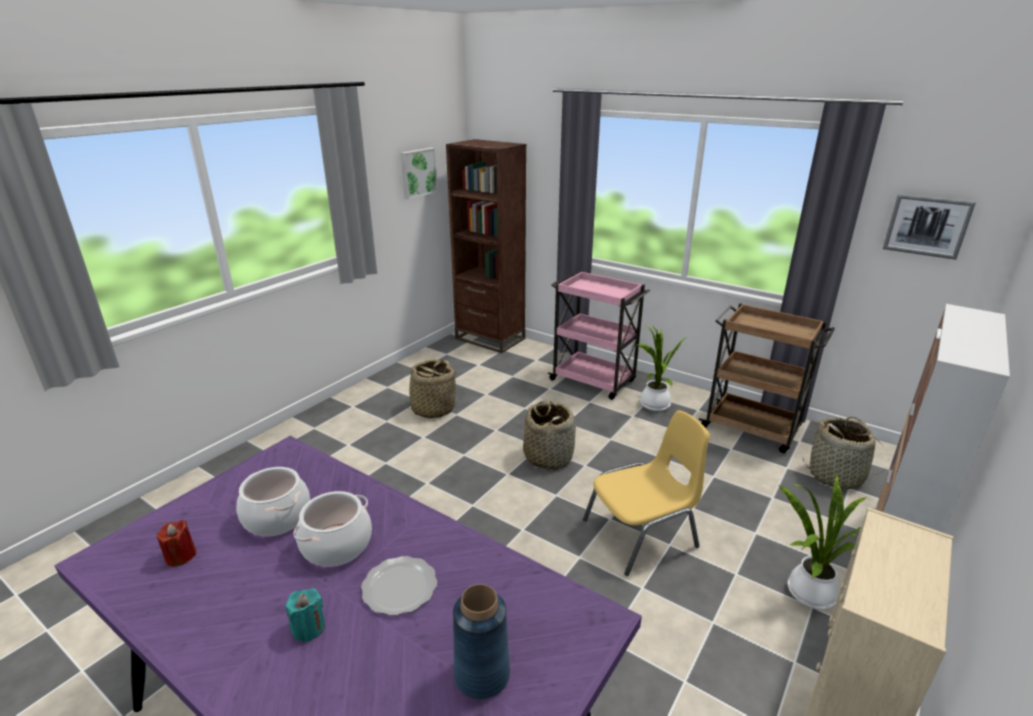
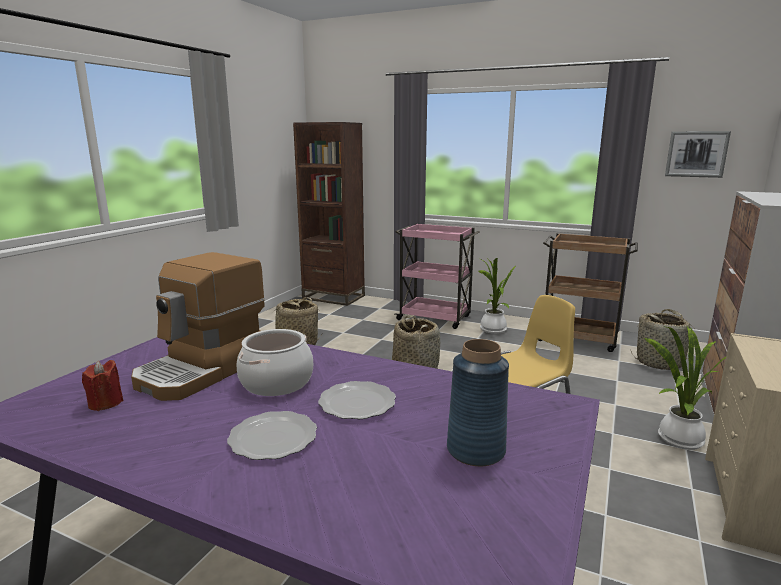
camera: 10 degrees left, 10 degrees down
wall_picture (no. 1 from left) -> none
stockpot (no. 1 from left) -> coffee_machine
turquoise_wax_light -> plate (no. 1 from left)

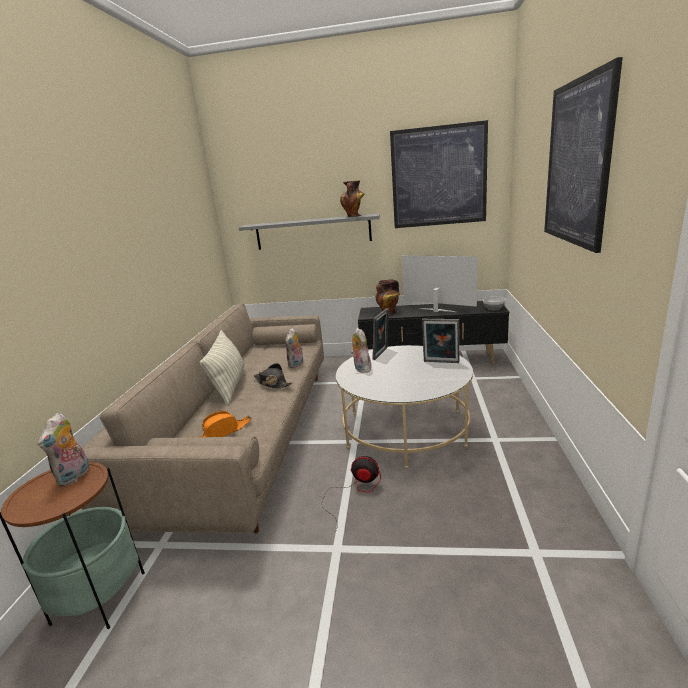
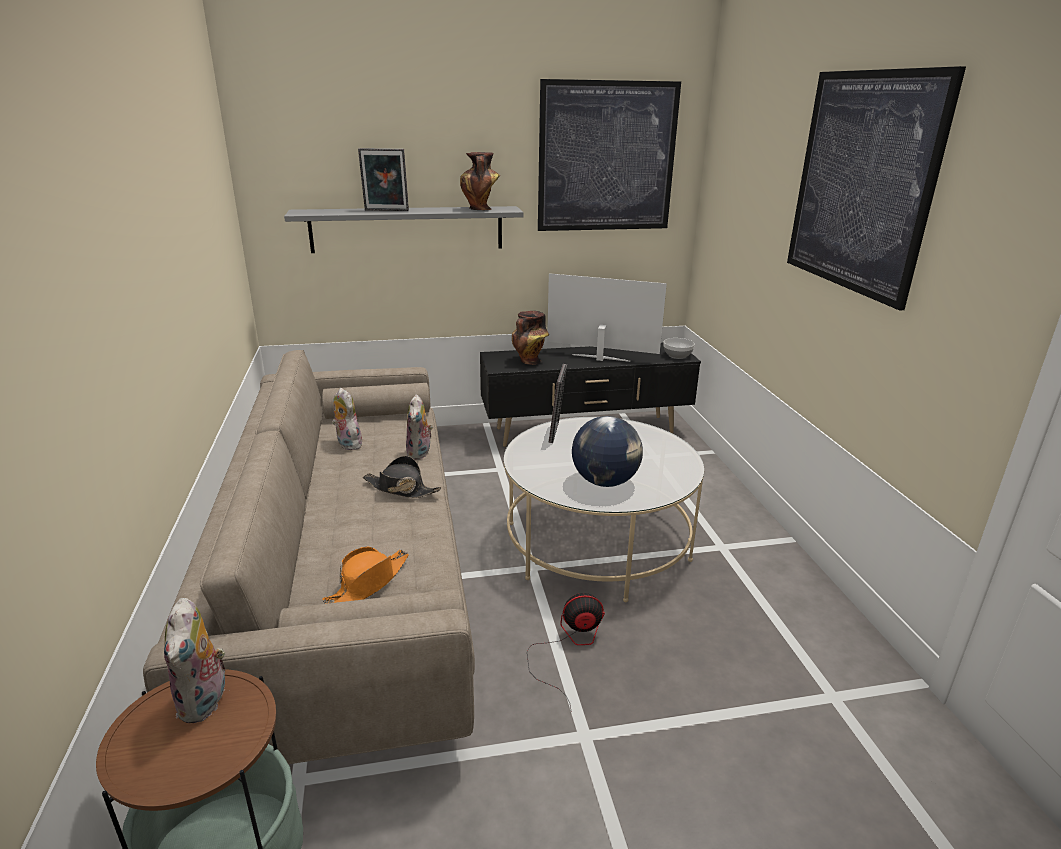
camera: 20 degrees left, 5 degrees up
cushion -> none
none -> globe
soft_toy (no. 3 from left in the first image) -> soft_toy (no. 2 from left), shifted
photo_frame (no. 2 from left in the first image) -> photo_frame (no. 1 from left), shifted

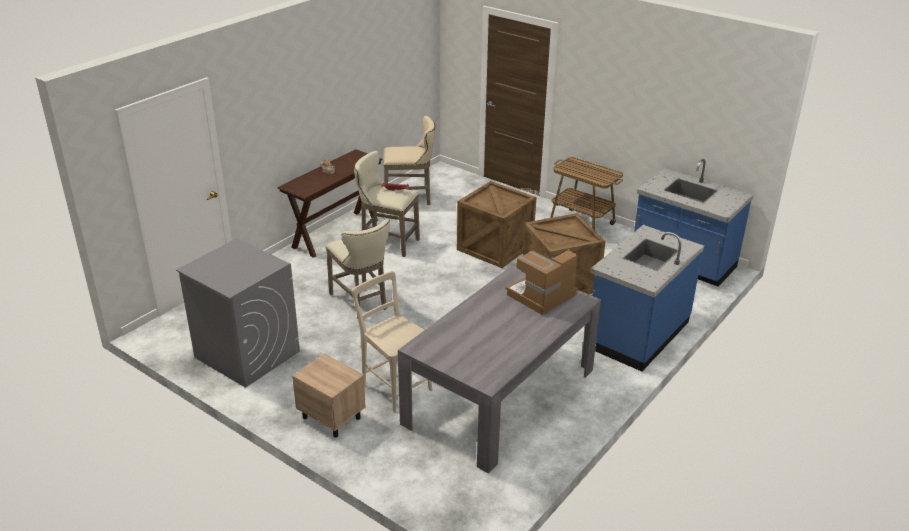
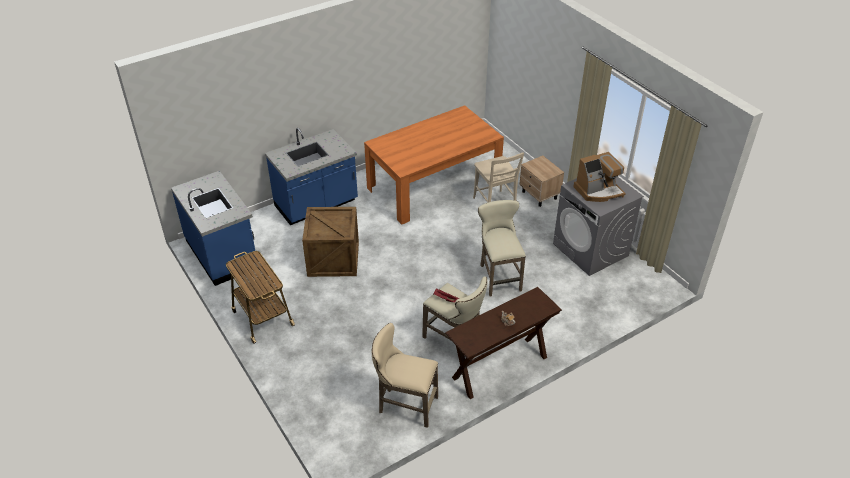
camera: 160 degrees left, 10 degrees up
crate (no. 1 from left) -> none
coffee_machine, shifted
gray_dining_table -> orange-coloured_dining_table

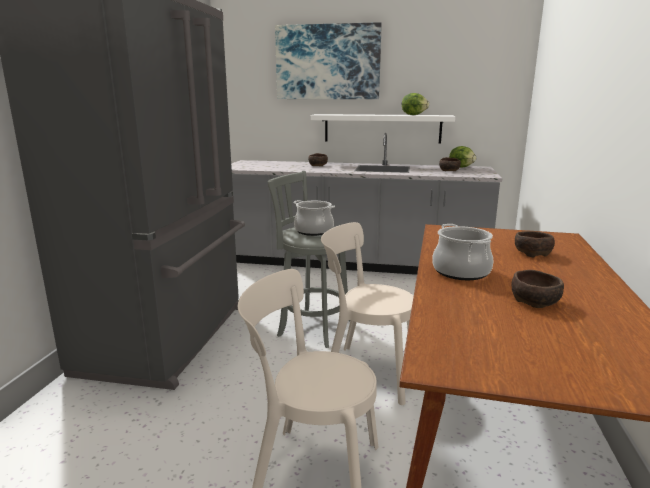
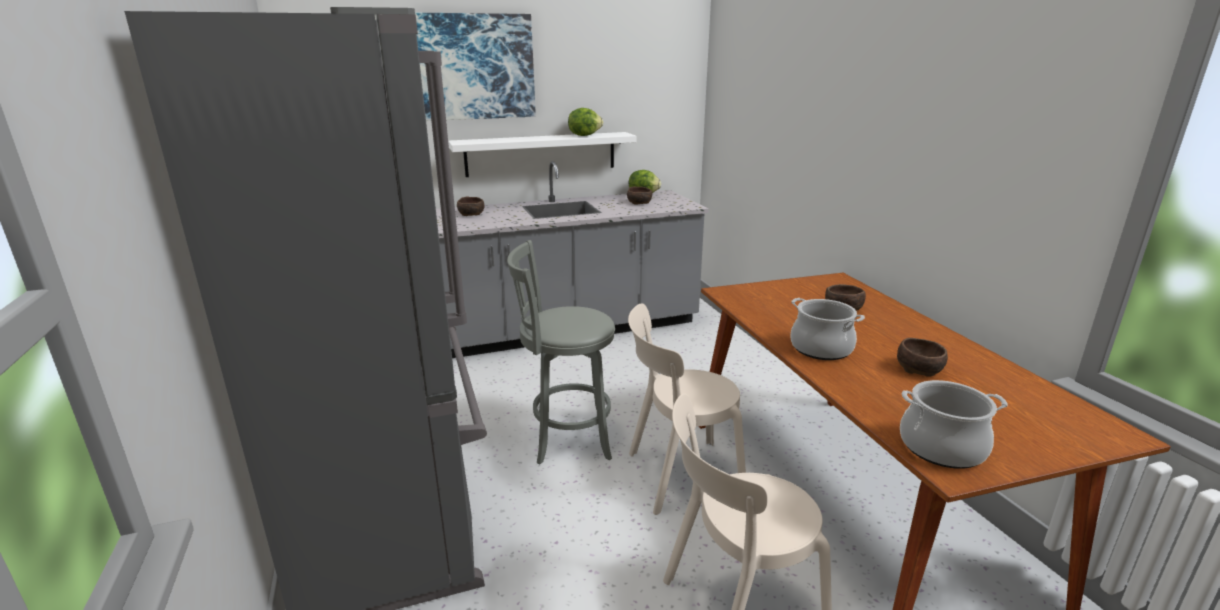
camera: 30 degrees left, 5 degrees up
stockpot (no. 1 from left in the first image) -> stockpot (no. 2 from left), shifted

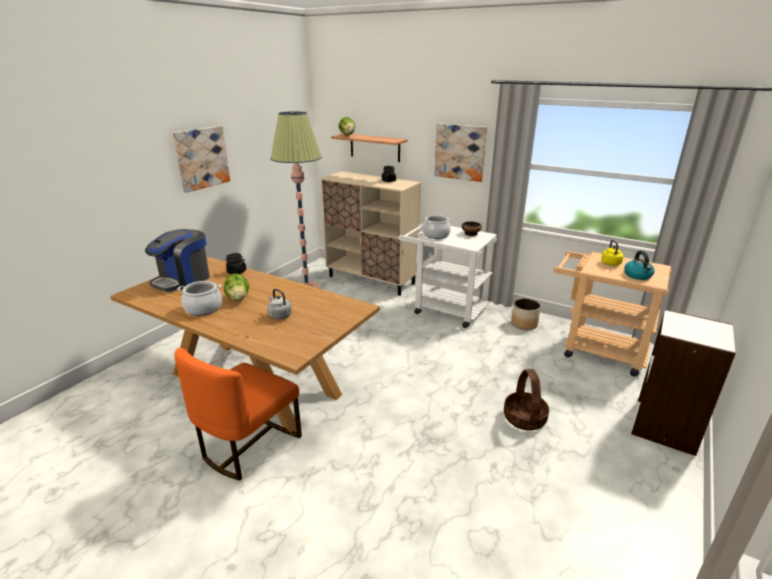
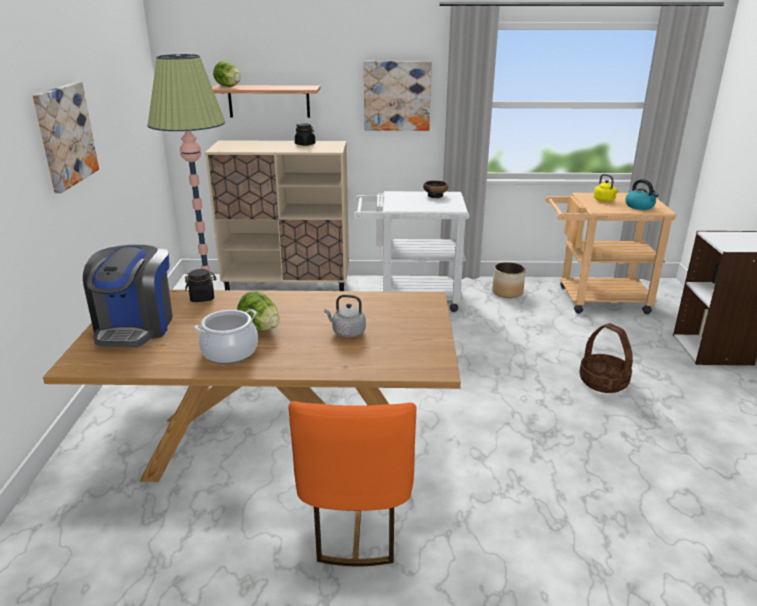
camera: 30 degrees left, 0 degrees up
stockpot (no. 2 from left) -> none

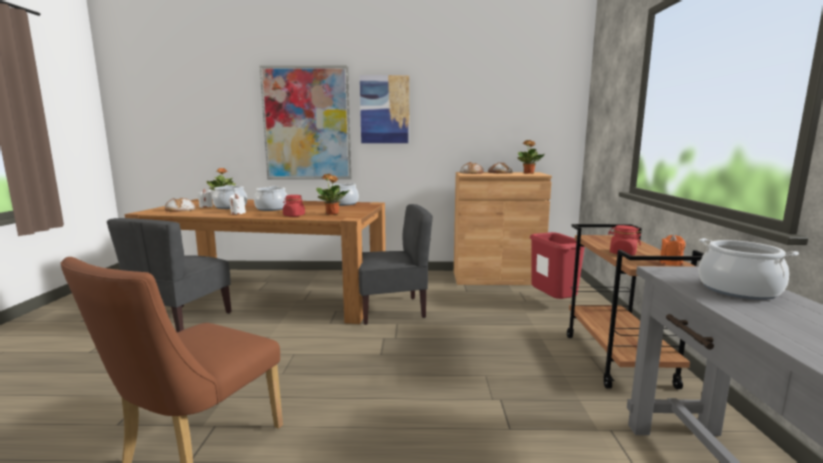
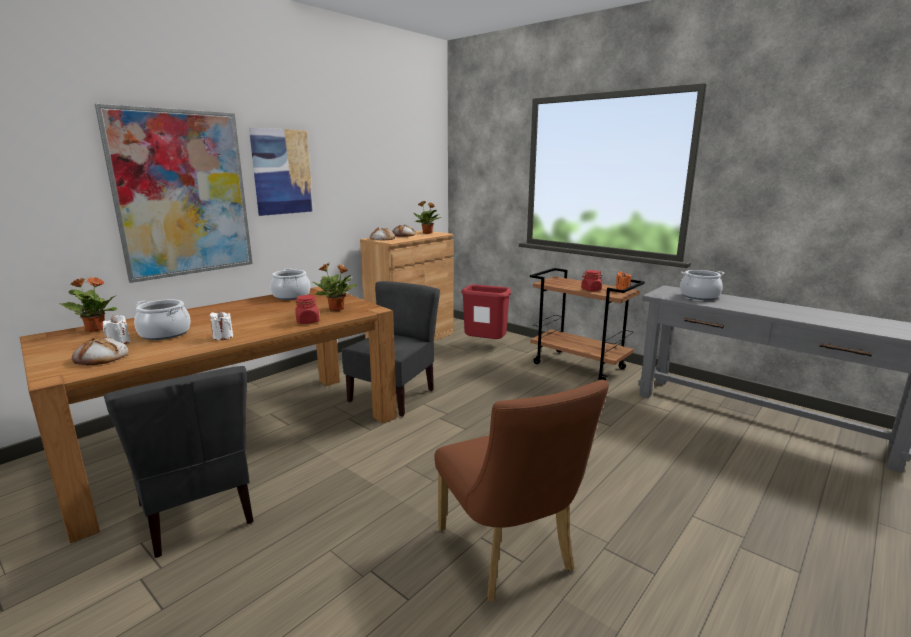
camera: 50 degrees left, 5 degrees up
stockpot (no. 2 from left) -> none

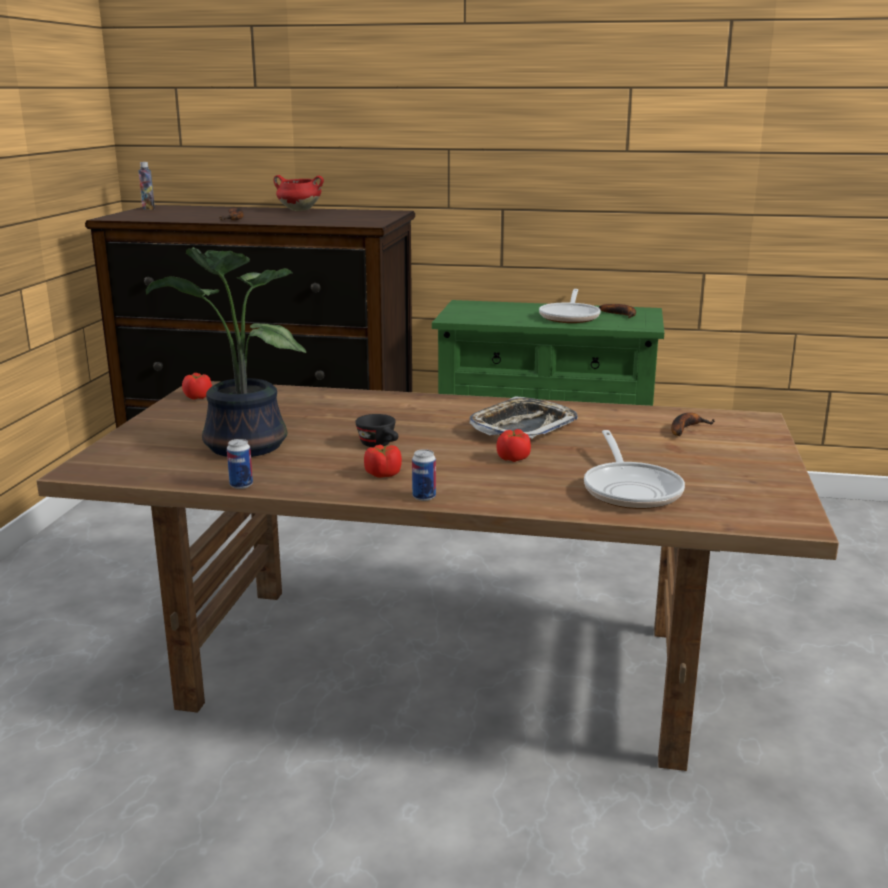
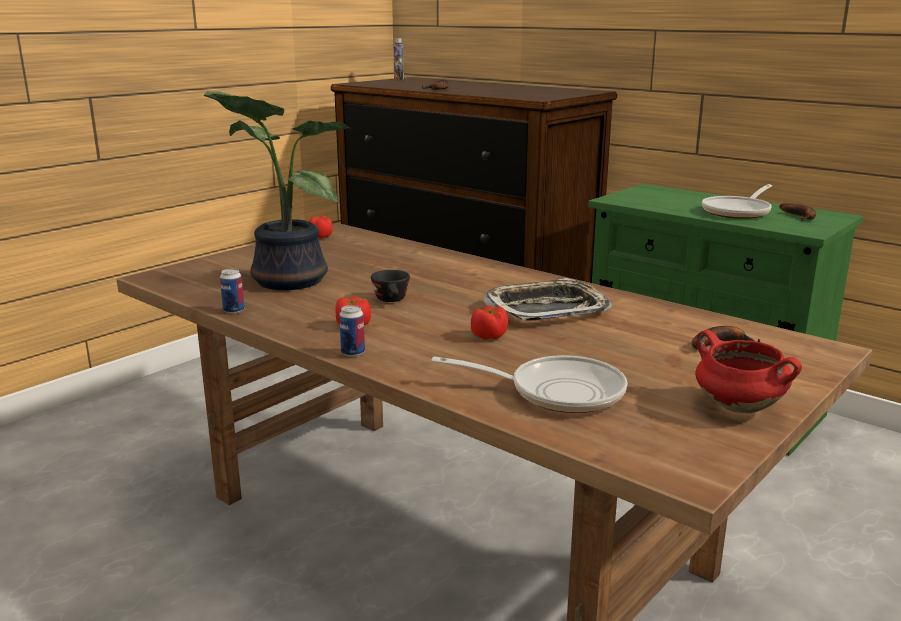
camera: 30 degrees right, 0 degrees up
red_stockpot, shifted
skillet (no. 2 from left in the first image) -> skillet (no. 1 from left), 105 degrees counterclockwise

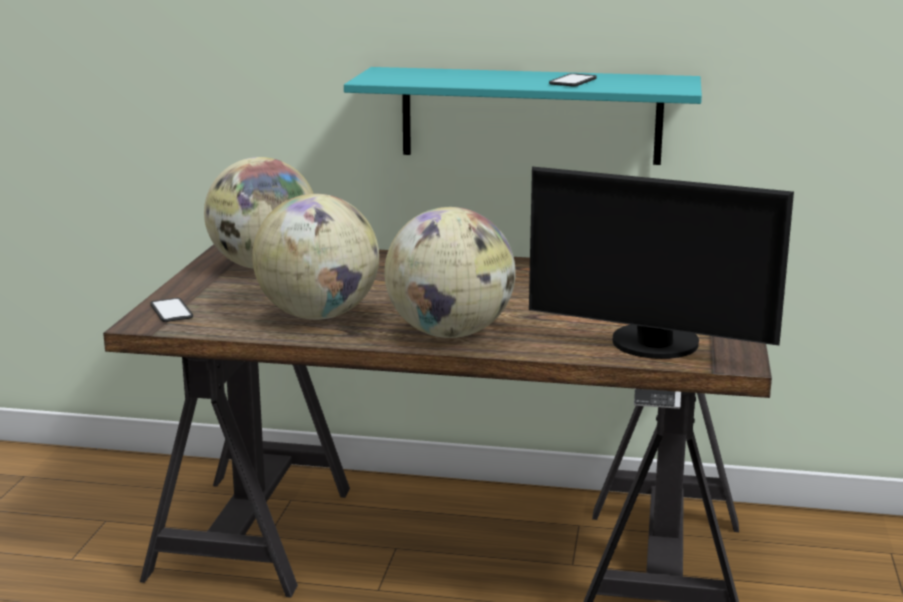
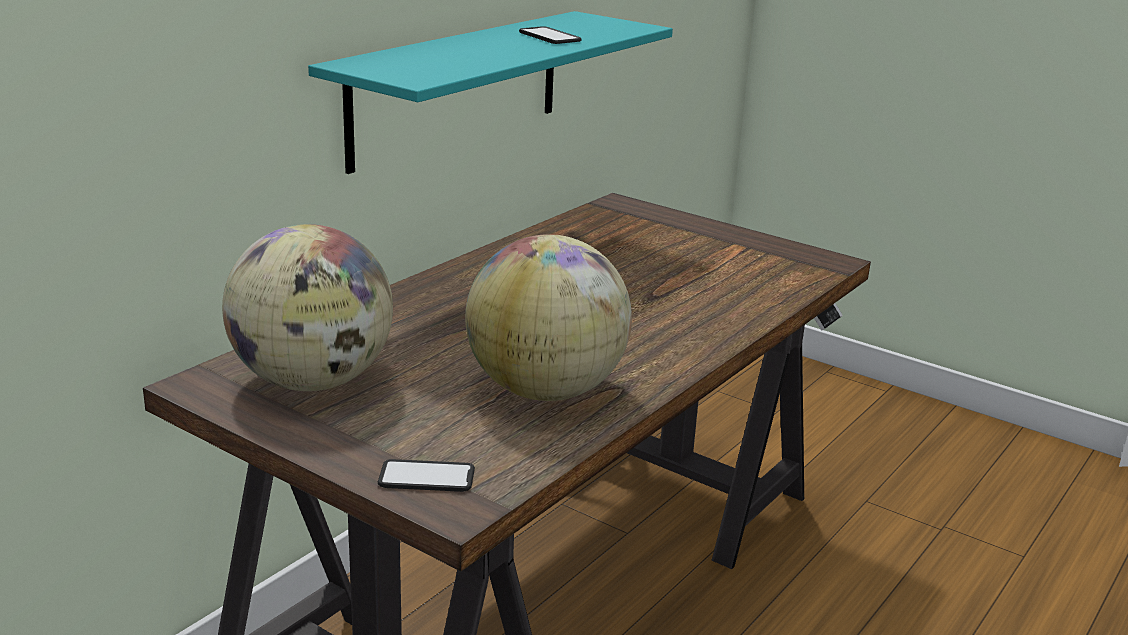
camera: 65 degrees left, 5 degrees up
globe (no. 3 from left) -> none
monitor -> none

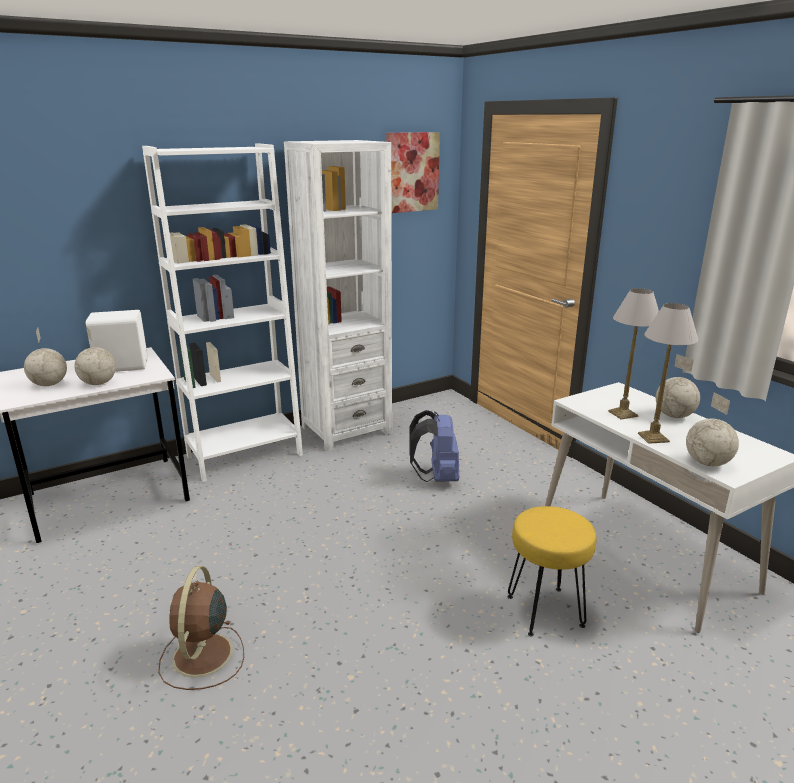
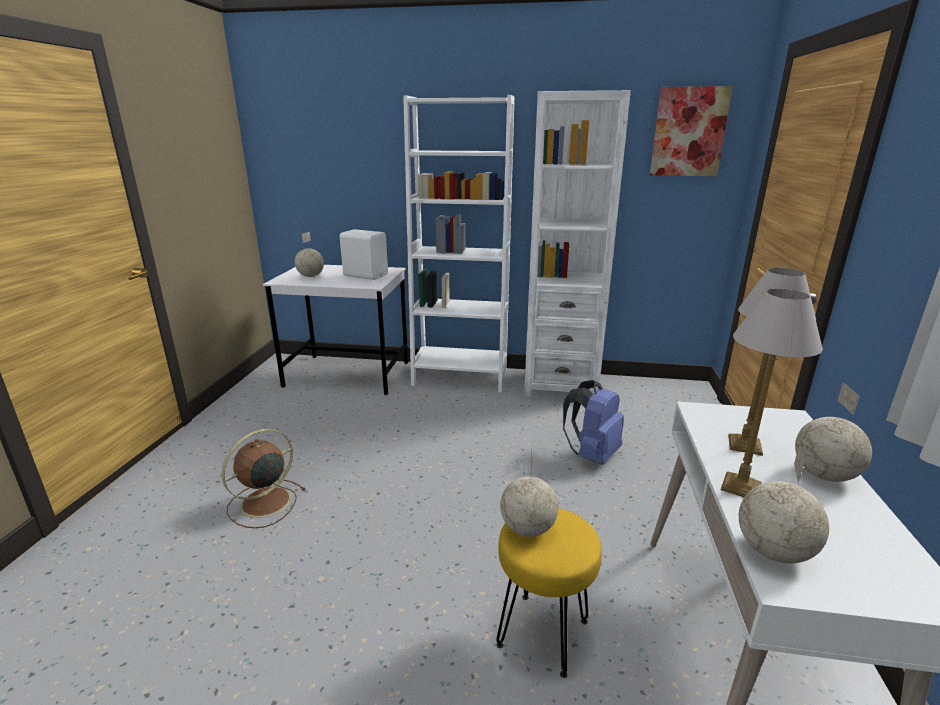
camera: 40 degrees right, 0 degrees up
globe (no. 2 from left), shifted

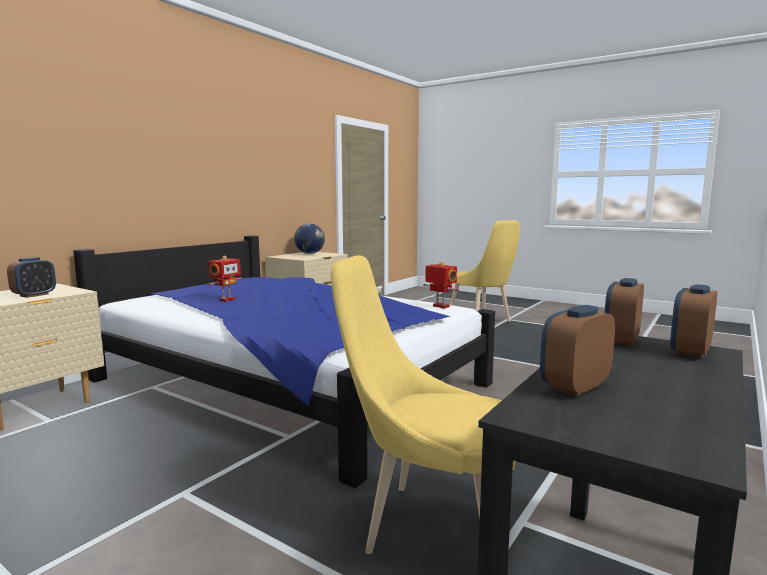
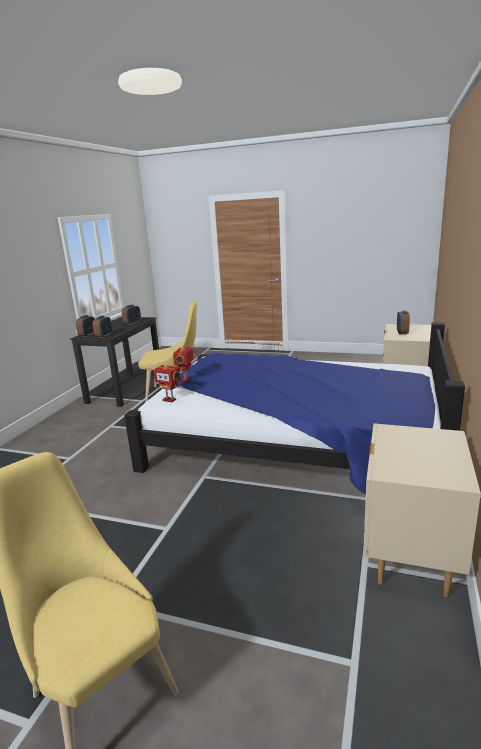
camera: 165 degrees right, 10 degrees up
globe -> none
robot_figure (no. 1 from left in the first image) -> robot_figure (no. 2 from left), shifted

